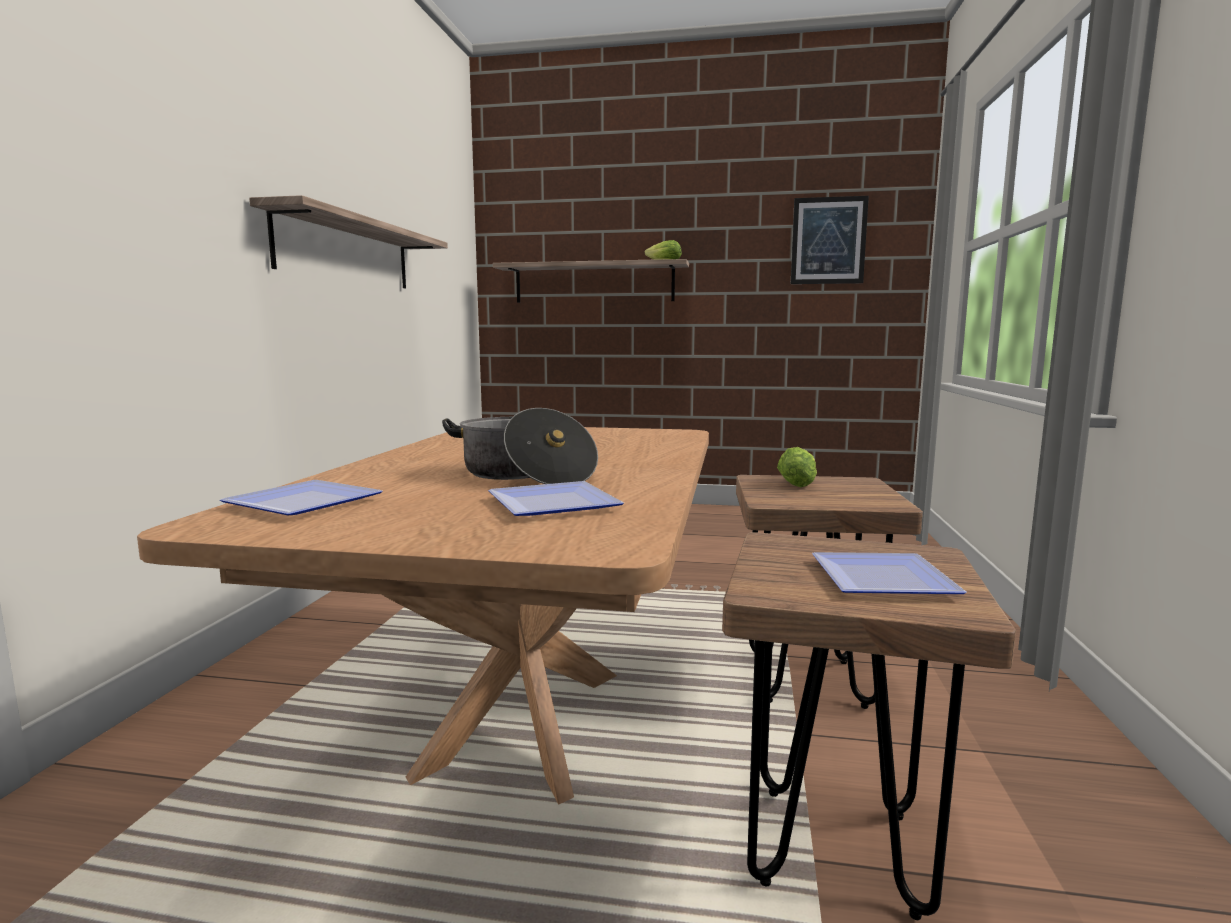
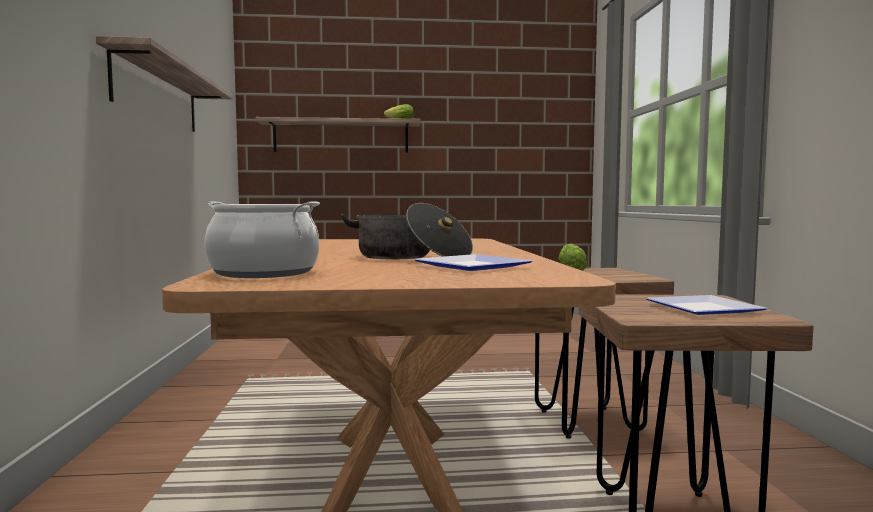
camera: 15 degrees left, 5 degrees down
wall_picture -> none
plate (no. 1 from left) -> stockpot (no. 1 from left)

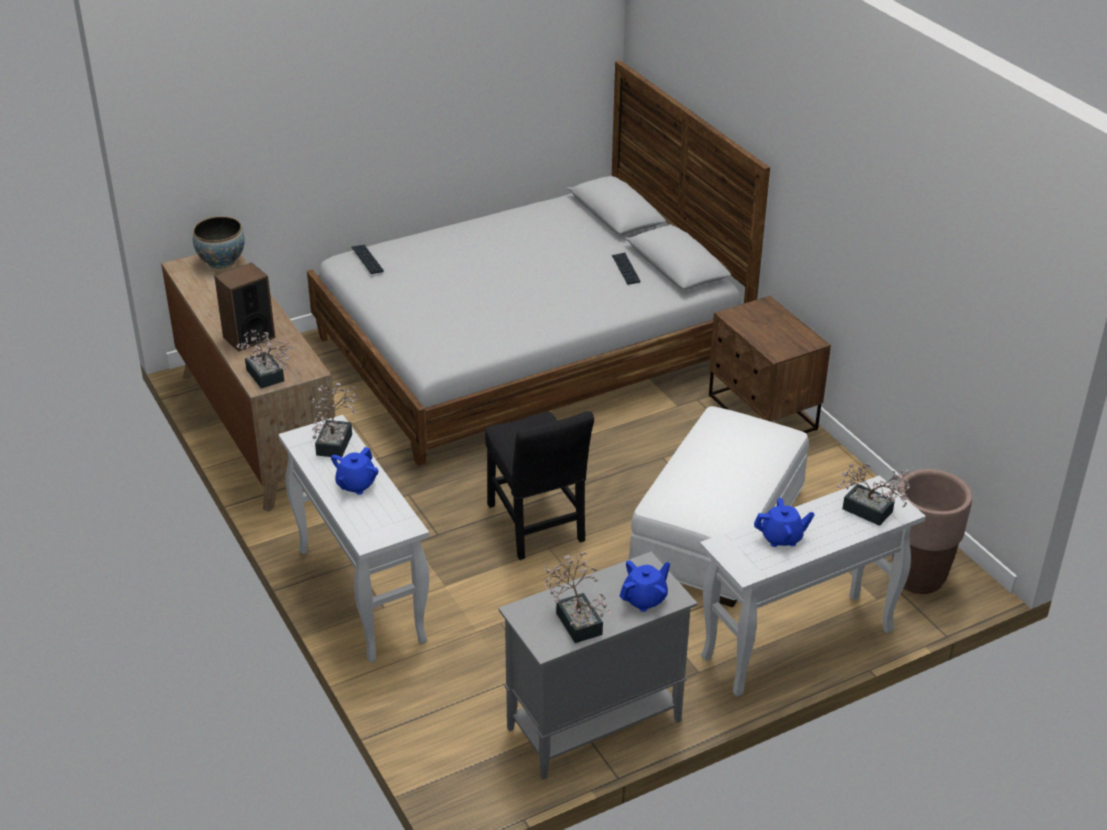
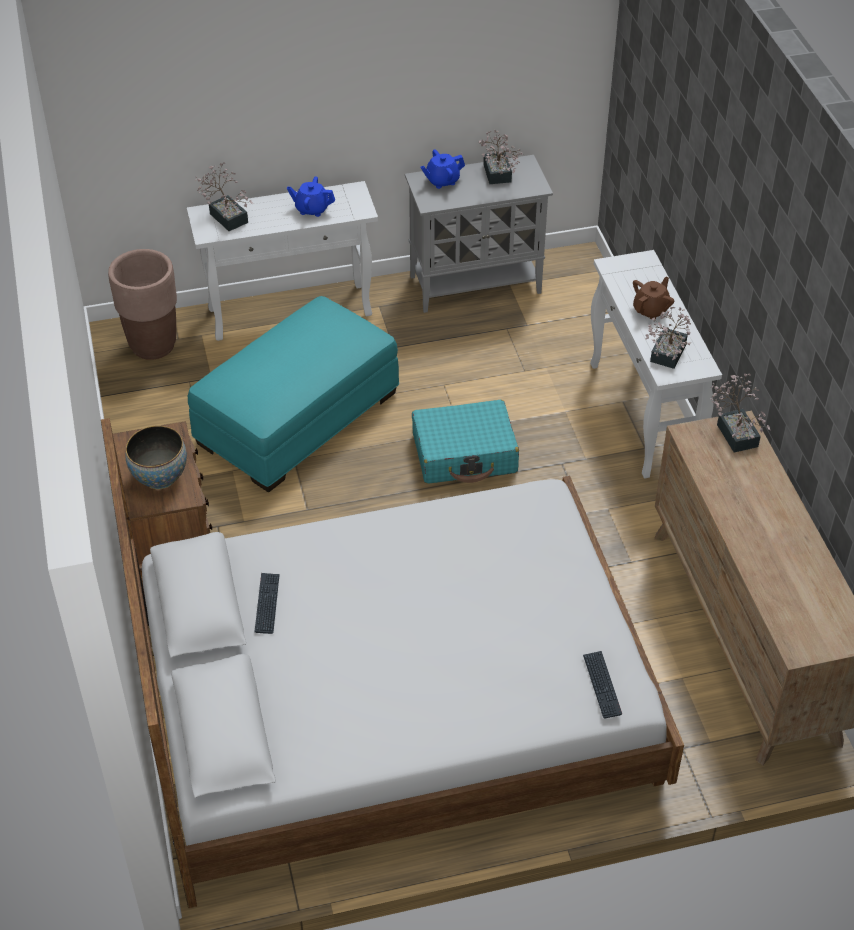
camera: 165 degrees left, 10 degrees up
speaker -> none
serving_bowl, shifted
black-coloured_plain_chair -> turquoise_travel_case
blue_teapot (no. 1 from left) -> brownish_teapot
white-coloured_footrest -> turquoise_footrest

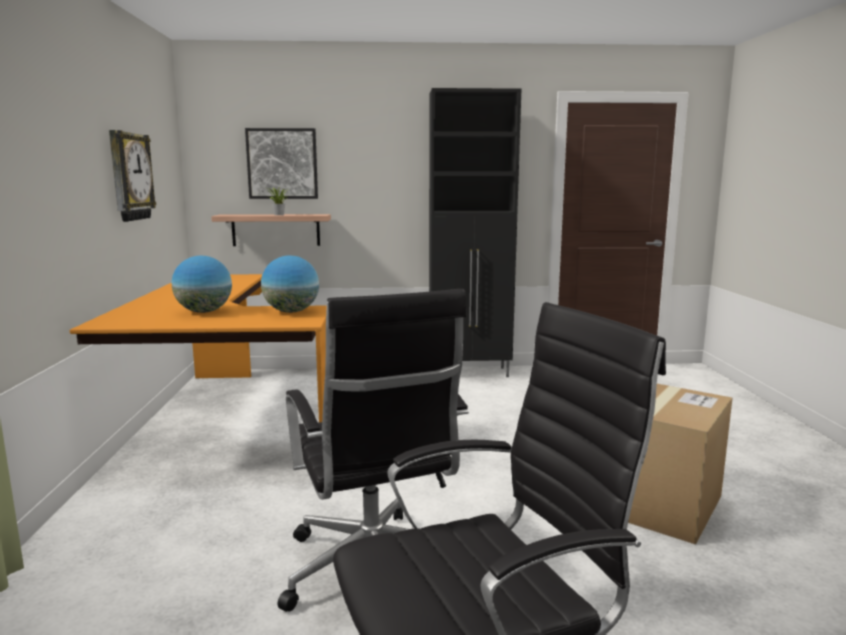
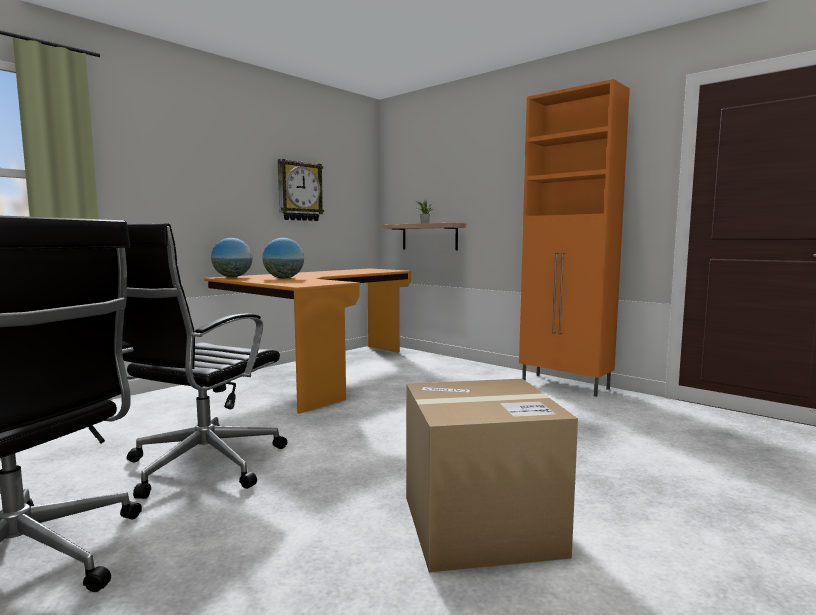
camera: 45 degrees right, 5 degrees down
wall_picture -> none
globe (no. 2 from left in the first image) -> globe (no. 1 from left), shifted
black-coloured_cupboard -> orange-coloured_cupboard

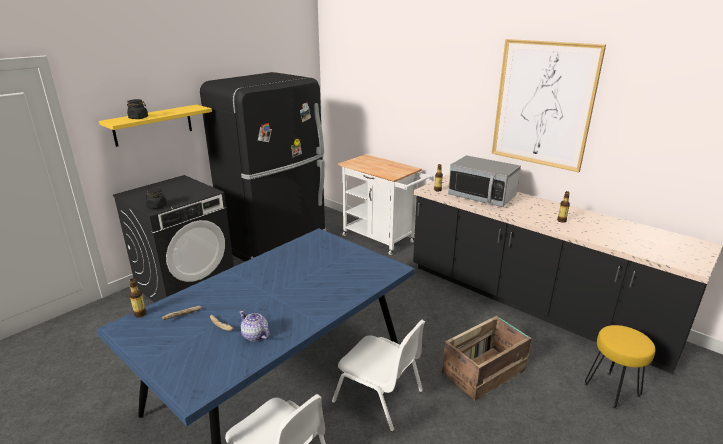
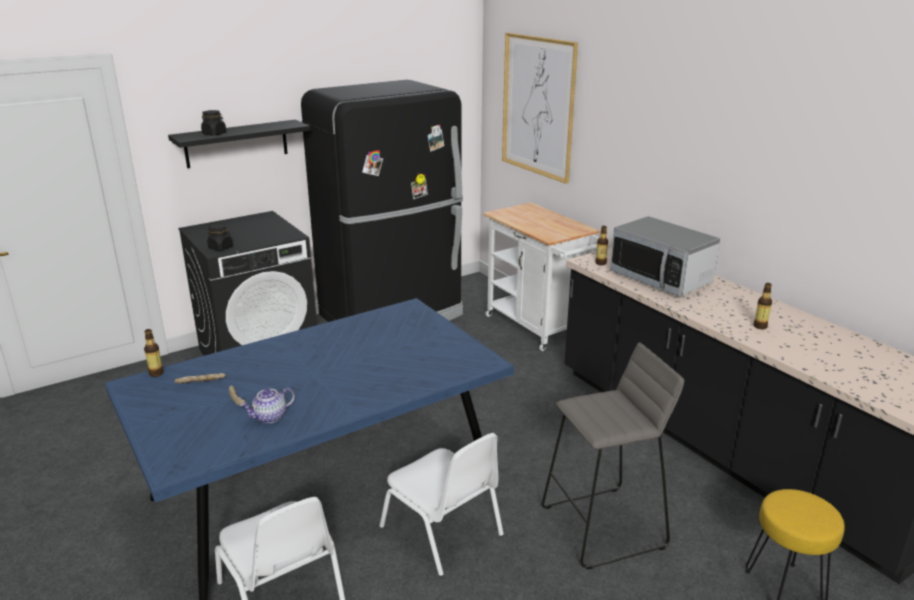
camera: 15 degrees right, 0 degrees up
wall_picture, shifted
crate -> gray_stool
yellowish_bracket_shelf -> black-coloured_bracket_shelf
teapot, 90 degrees counterclockwise

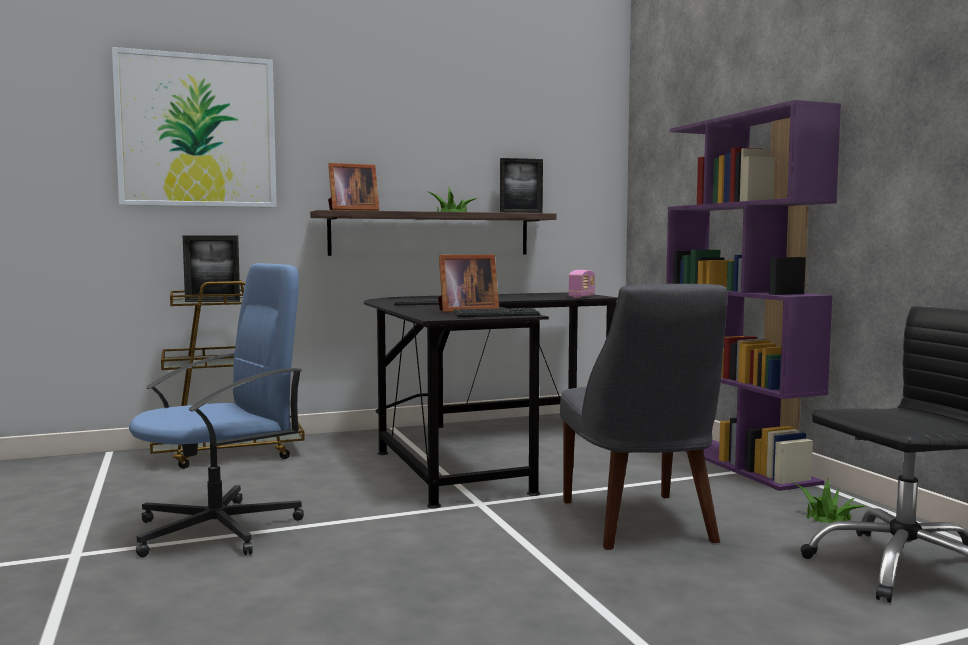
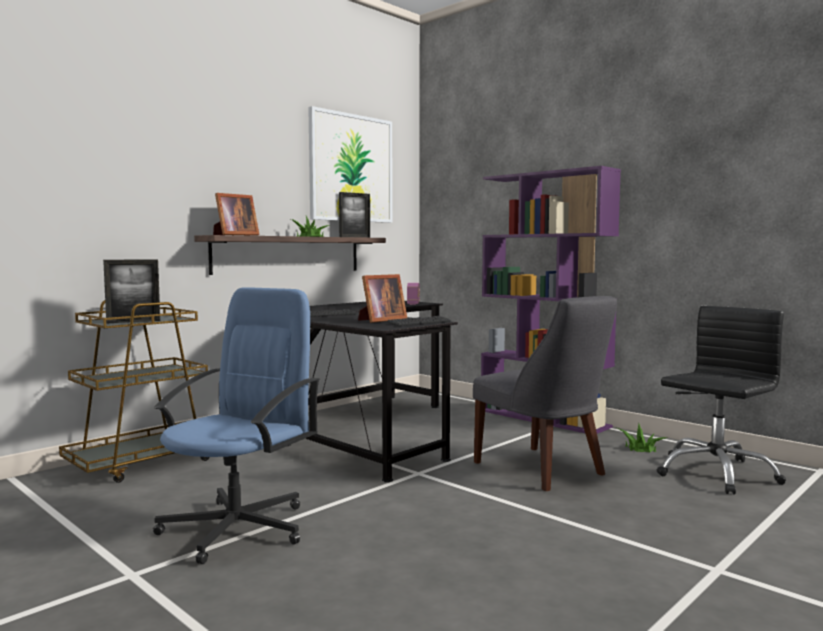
camera: 25 degrees left, 0 degrees up
wall_picture, shifted

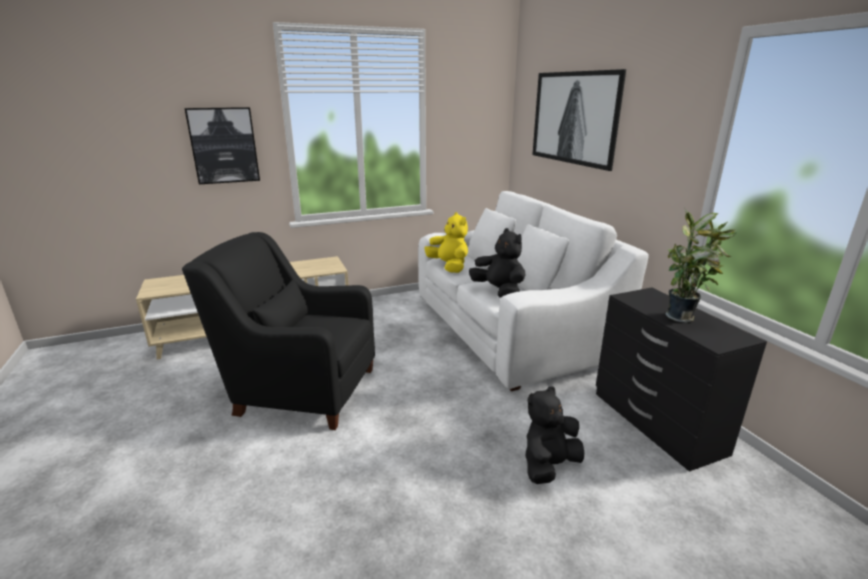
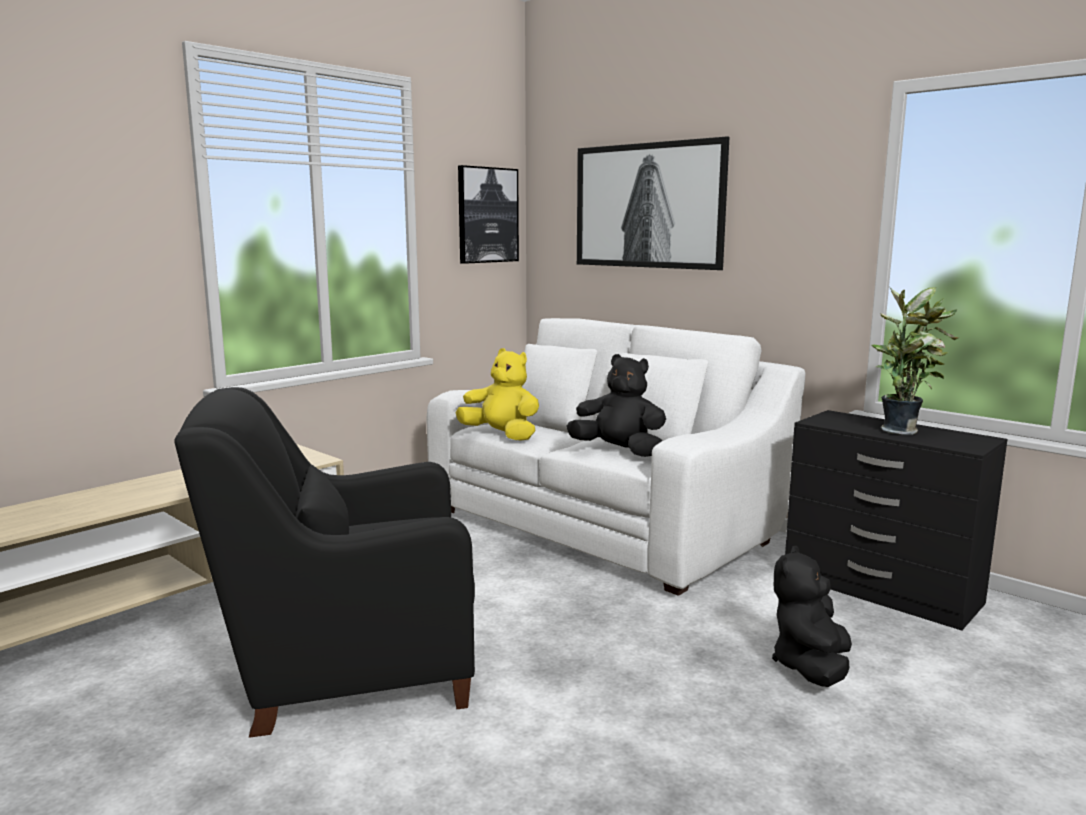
camera: 25 degrees left, 10 degrees down
wall_picture (no. 1 from left), shifted

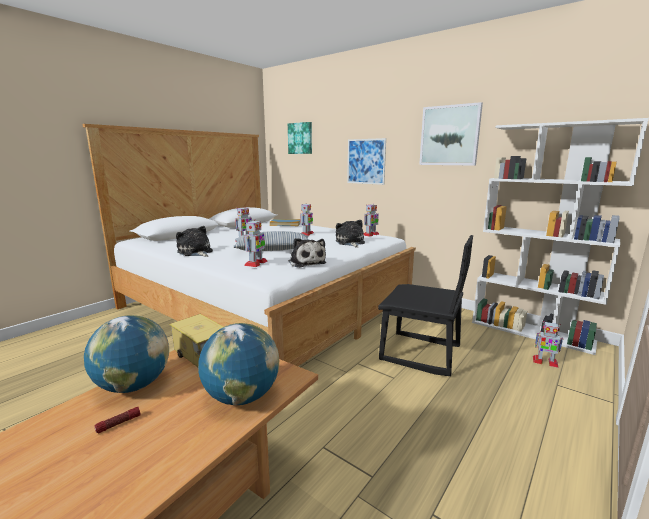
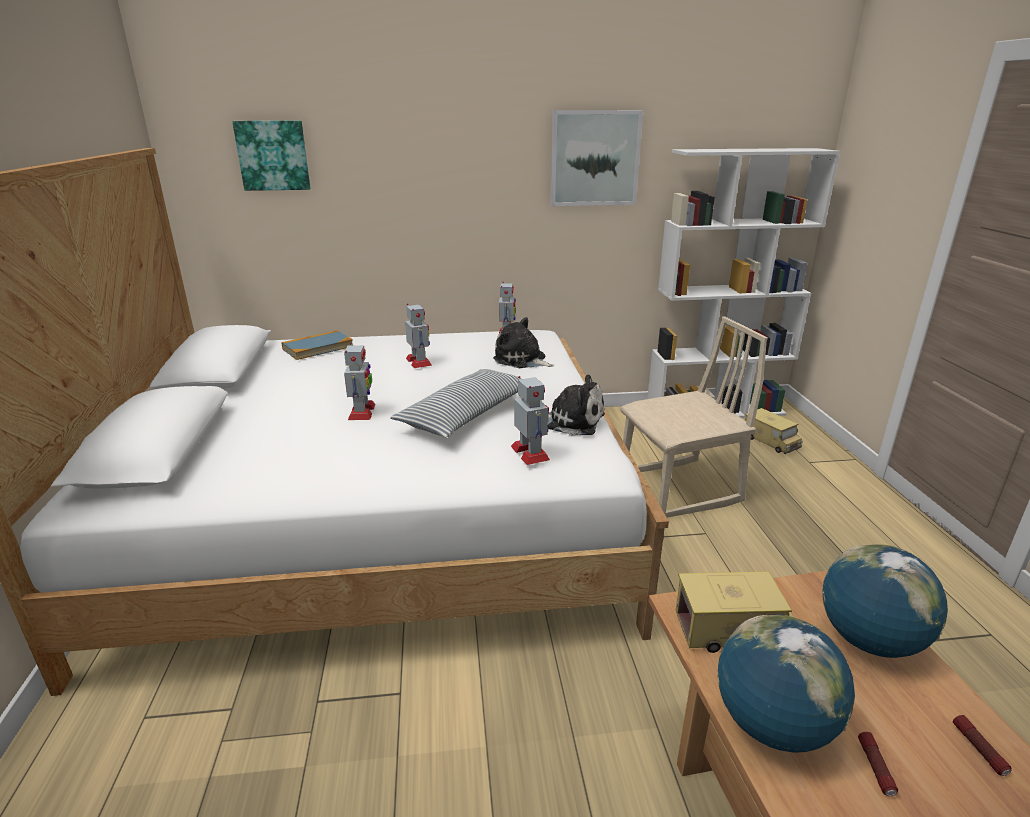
camera: 45 degrees left, 10 degrees up
soft_toy (no. 1 from left) -> none
wall_picture (no. 2 from left) -> none
none -> flashlight (no. 2 from left)
robot_figure (no. 5 from left) -> model_truck (no. 2 from left)
black-coloured_plain_chair -> sand-coloured_plain_chair

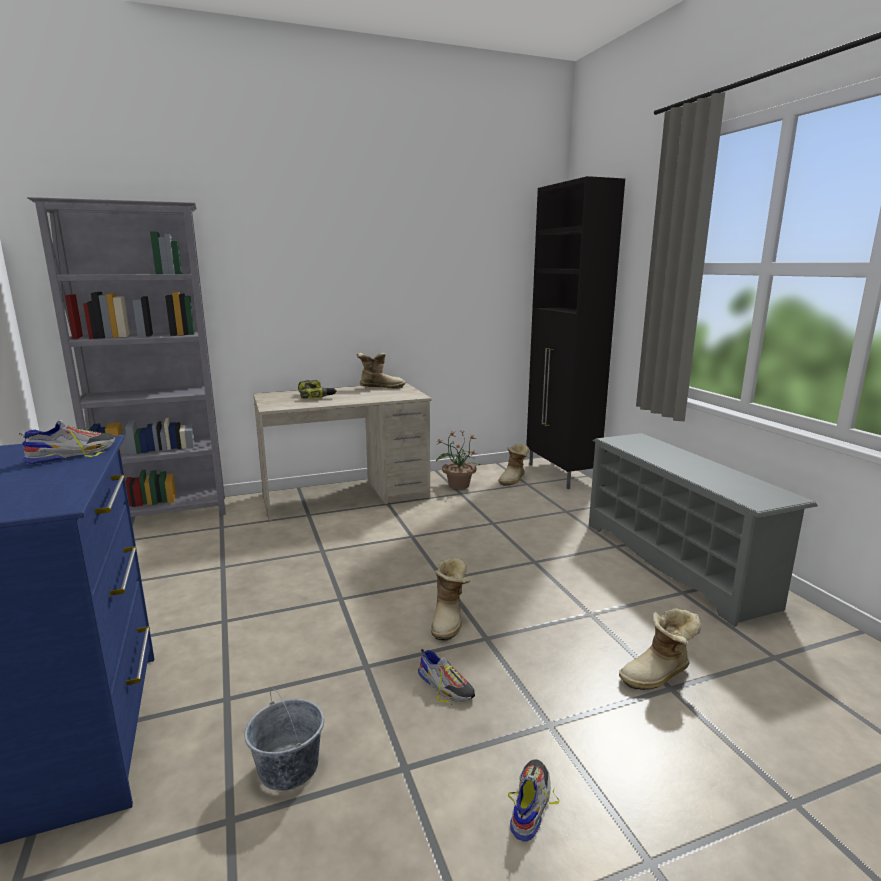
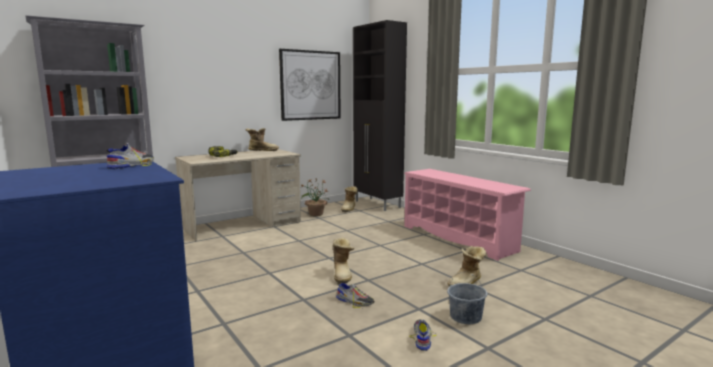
camera: 15 degrees left, 5 degrees down
none -> wall_picture
gray_bucket, shifted
gray_shoe_shelf -> pink-coloured_shoe_shelf

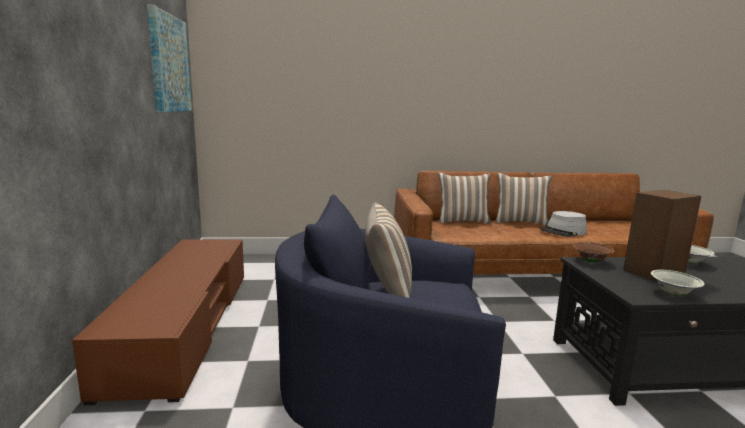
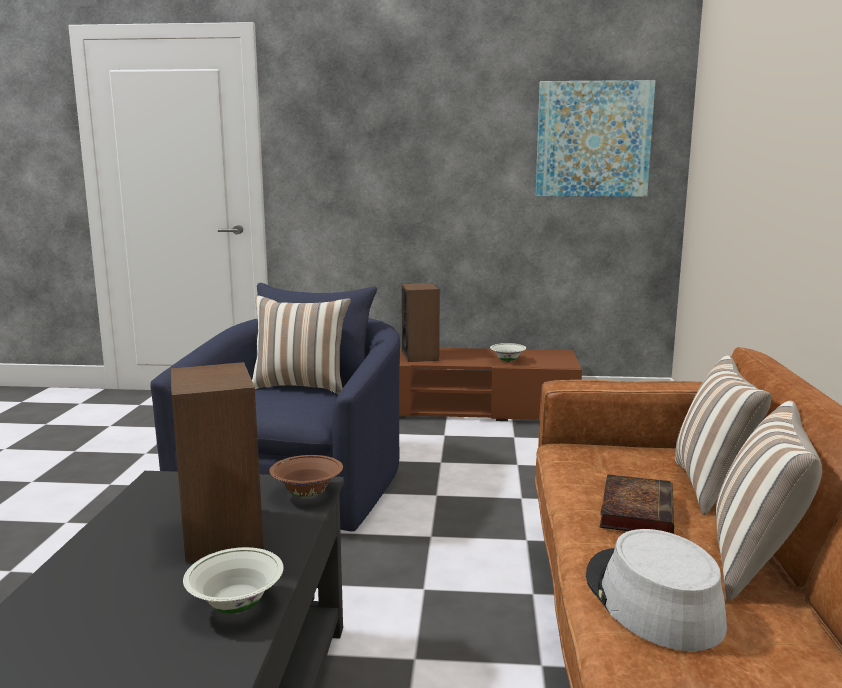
camera: 100 degrees right, 0 degrees up
none -> speaker (no. 2 from left)
none -> bound_book
white-coloured_serving_bowl (no. 1 from left in the first image) -> white-coloured_serving_bowl (no. 2 from left), shifted

